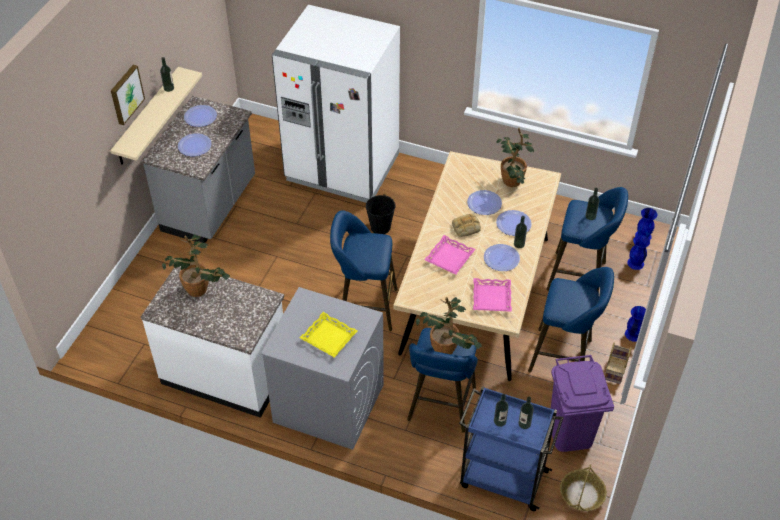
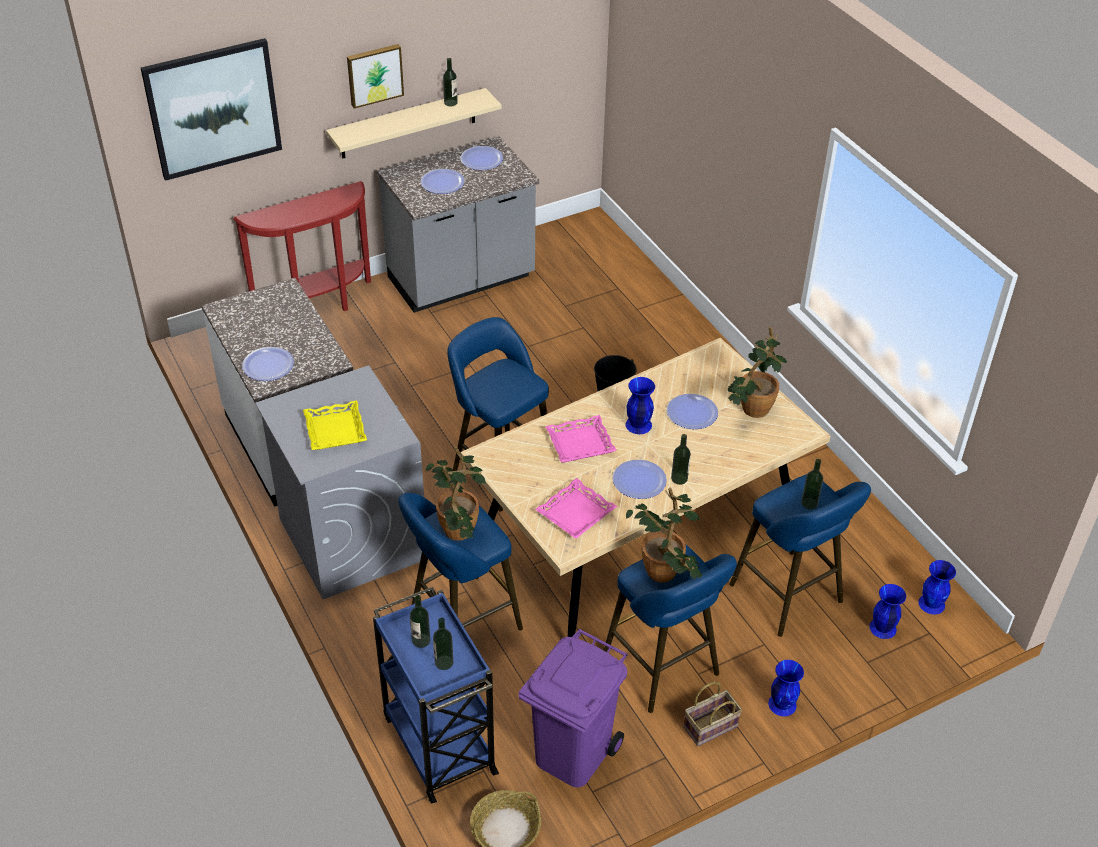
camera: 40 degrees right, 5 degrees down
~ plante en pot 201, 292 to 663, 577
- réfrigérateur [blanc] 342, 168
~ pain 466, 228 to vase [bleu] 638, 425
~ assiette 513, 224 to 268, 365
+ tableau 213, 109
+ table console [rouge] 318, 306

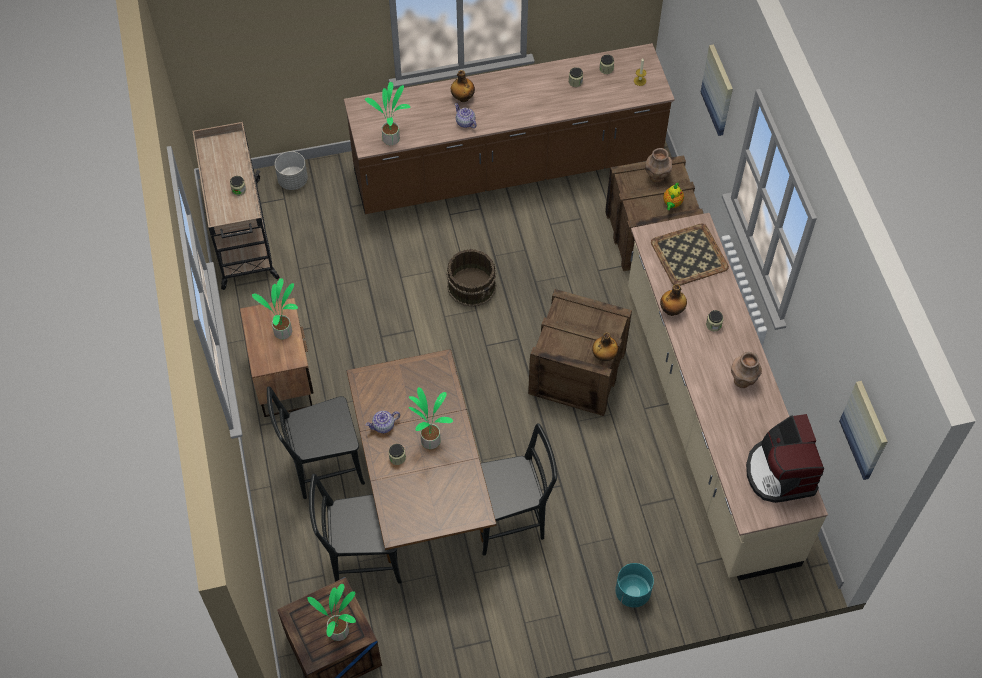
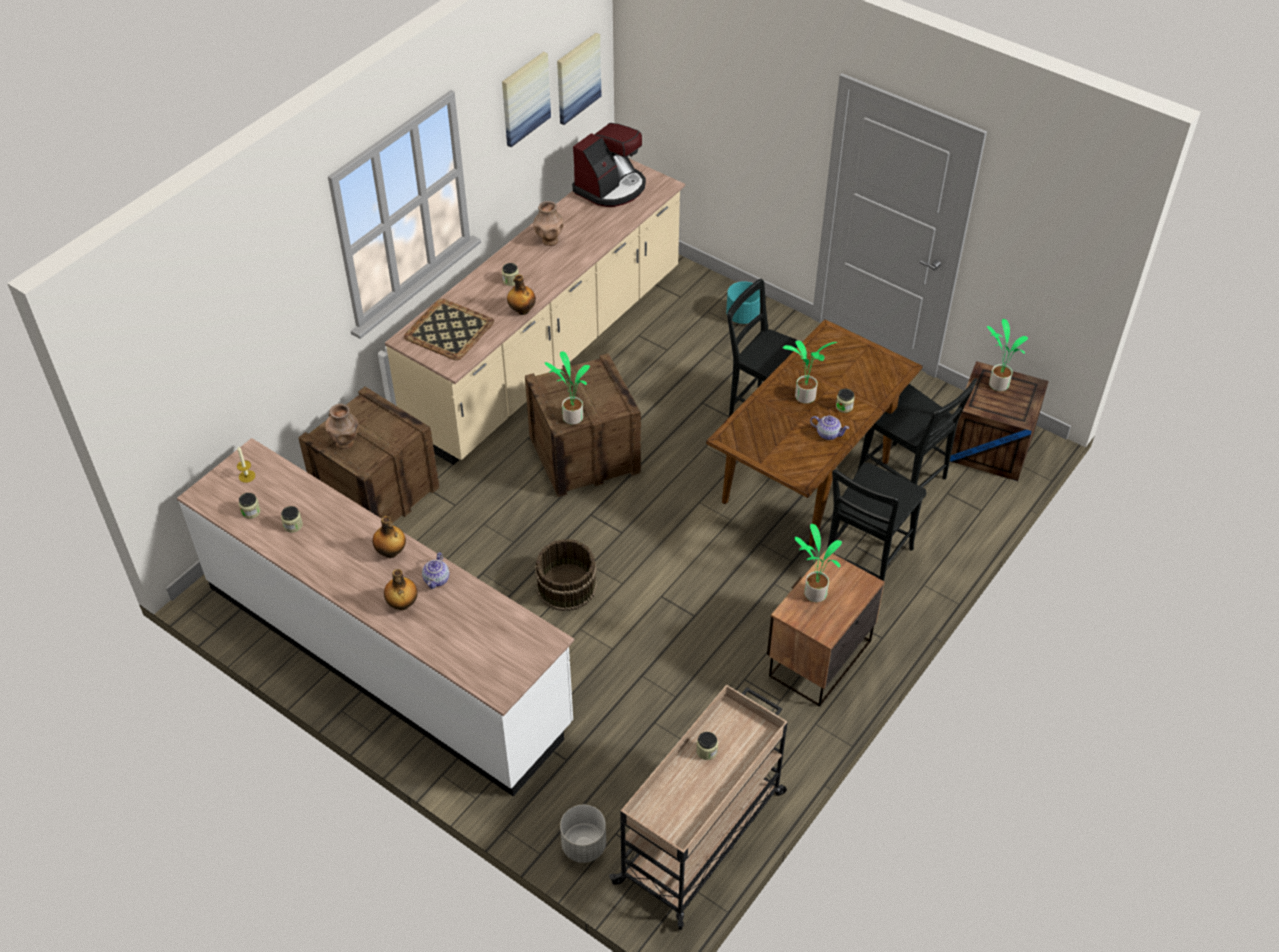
camera: 130 degrees left, 10 degrees down
~ chaise [noir] 323, 468 = 865, 561 90 degrees clockwise
~ comptoir de cuisine [marron] 508, 169 to comptoir de cuisine [blanc] 387, 654
~ plante en pot 392, 138 to 571, 417
~ bouteille 604, 356 to 391, 552
- théière 672, 204
~ tableau 718, 90 to 525, 98

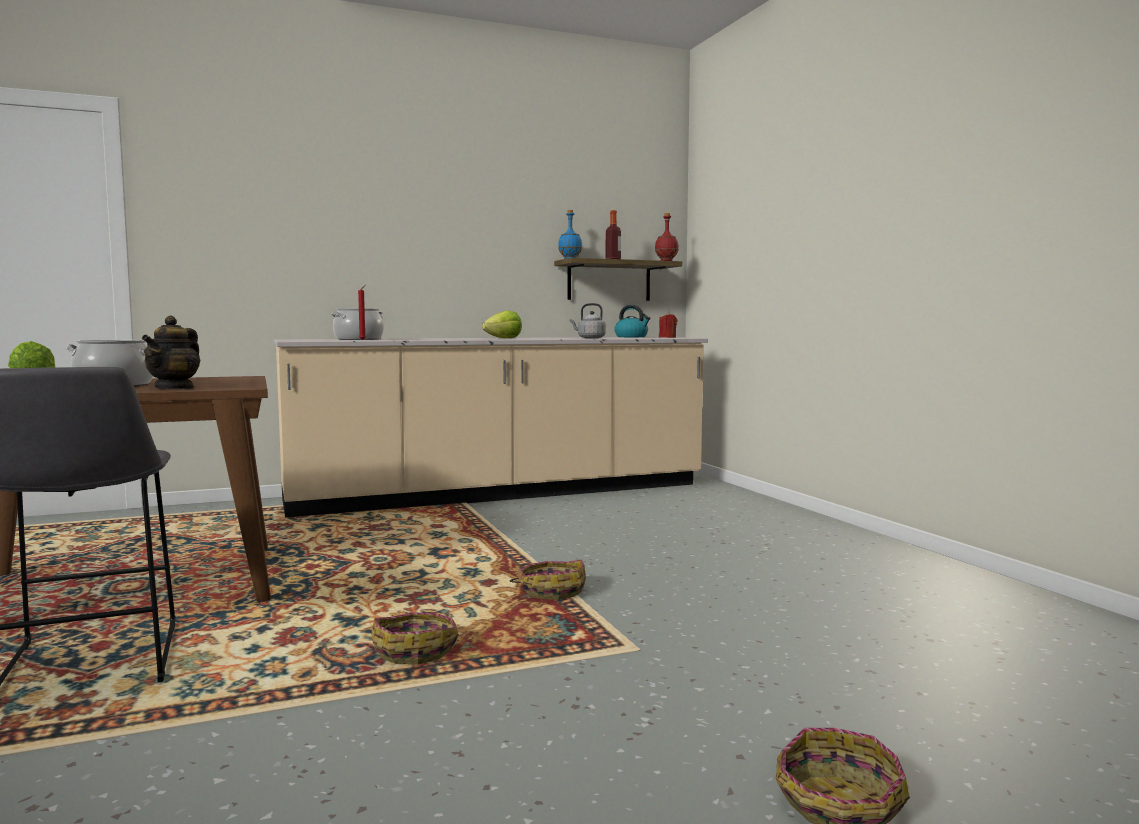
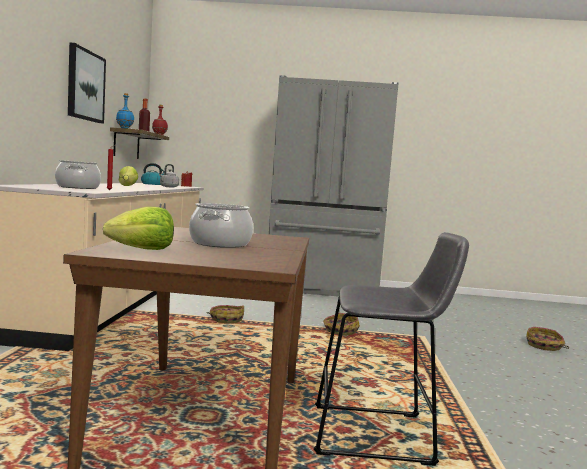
camera: 65 degrees left, 0 degrees up
- théière 175, 388
~ panier 416, 651 to 226, 319
+ tableau 85, 85
+ réfrigérateur [gris] 322, 289

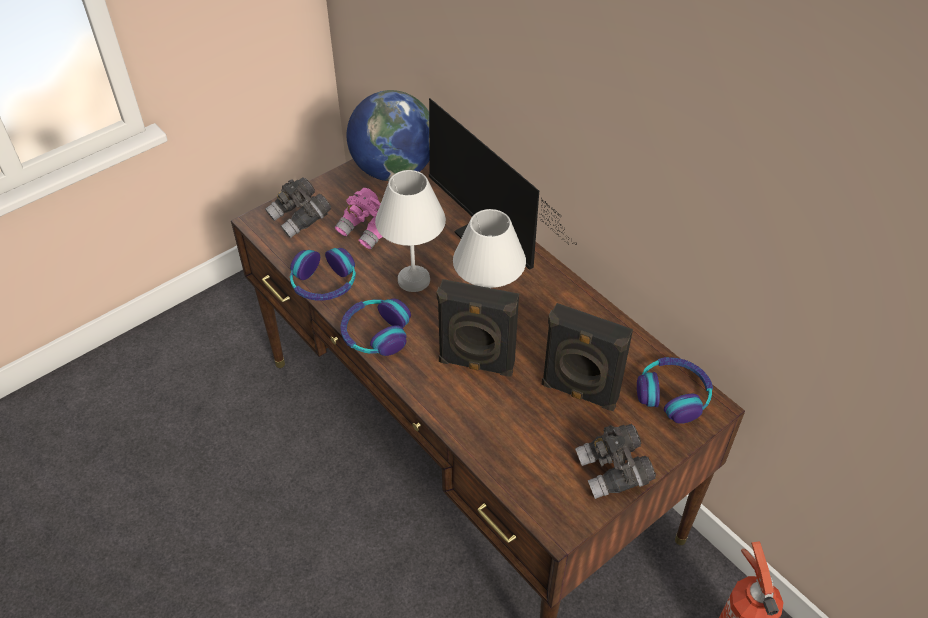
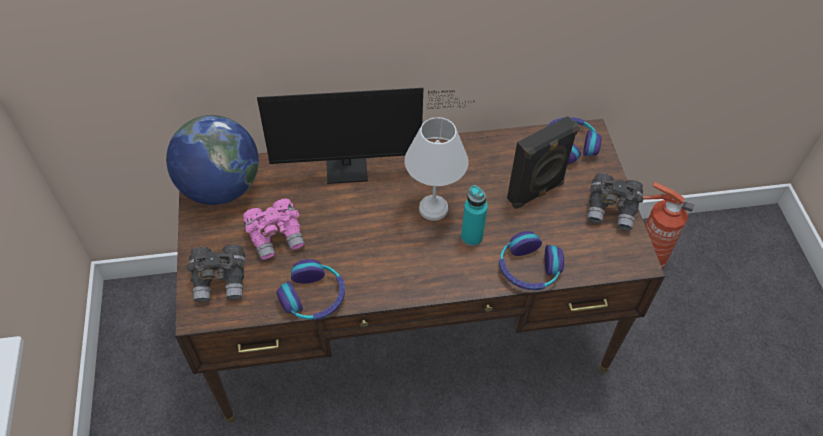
camera: 60 degrees left, 5 degrees up
~ casque audio 375, 334 to 528, 268
- lampe de table [blanc] 412, 279
~ enceinte [noir] 476, 364 to bouteille [turquoise] 471, 237

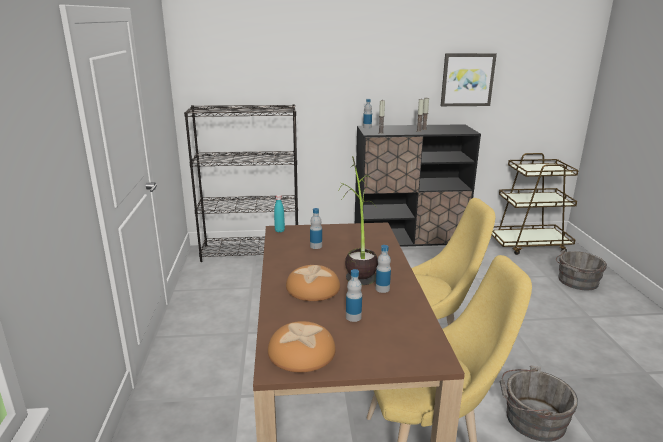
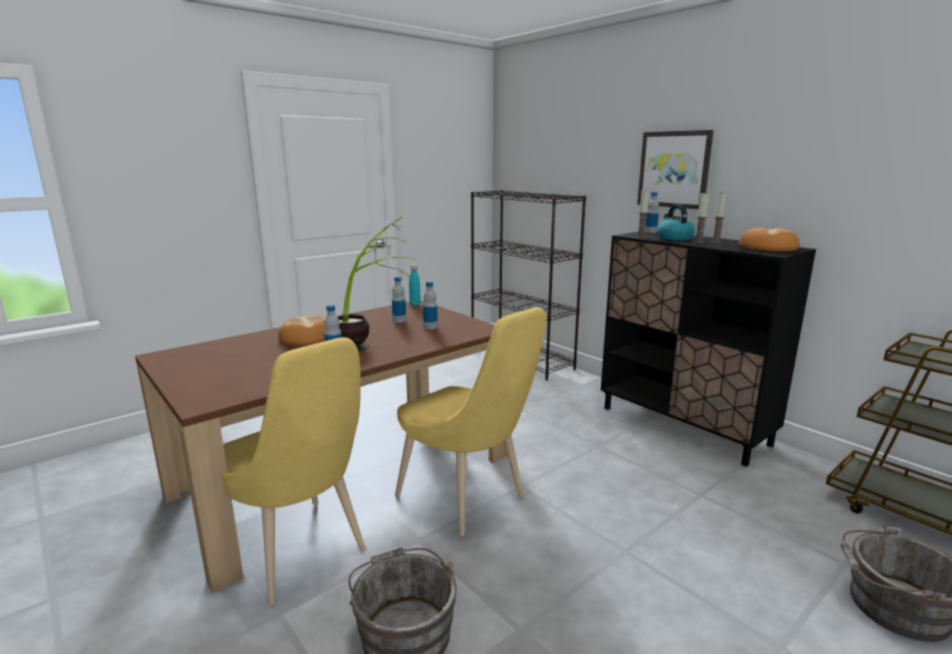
camera: 55 degrees right, 5 degrees down
~ pain 301, 352 to 767, 247
~ bouteille 353, 317 to 430, 327
~ tableau 467, 80 to 674, 169
+ bouilloire 674, 238

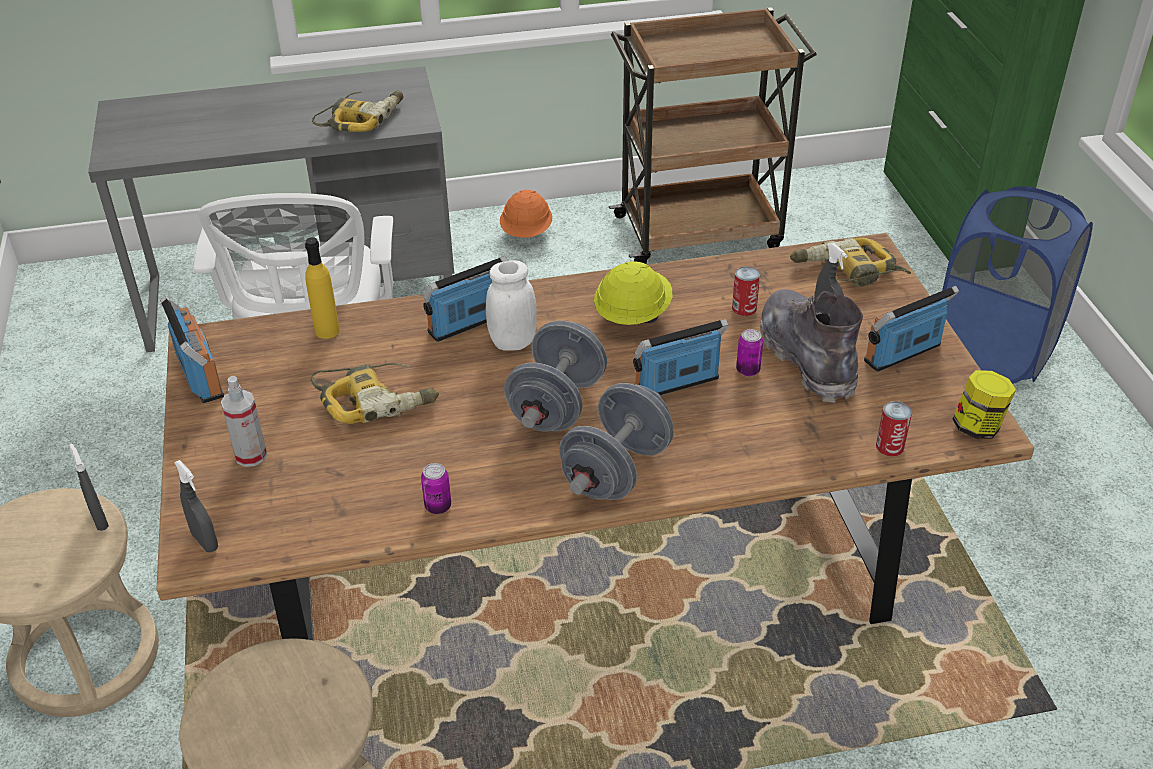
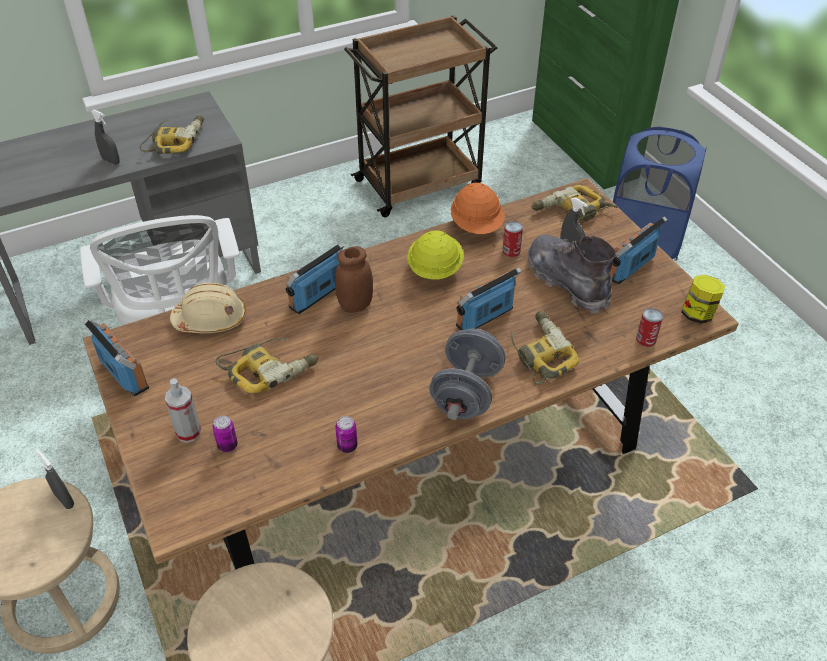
camera: 15 degrees left, 5 degrees up
~ vaporisateur [gris] 205, 541 to 111, 161
~ bouteille [jaune] 327, 331 to casque de chantier [beige] 211, 319
~ bocal [blanc] 513, 342 to bocal [marron] 355, 305
~ casque de chantier [orange] 527, 233 to 477, 226
- haltère [gris] 557, 405
~ boîte métallique 747, 370 to 227, 445
+ perceuse 539, 353

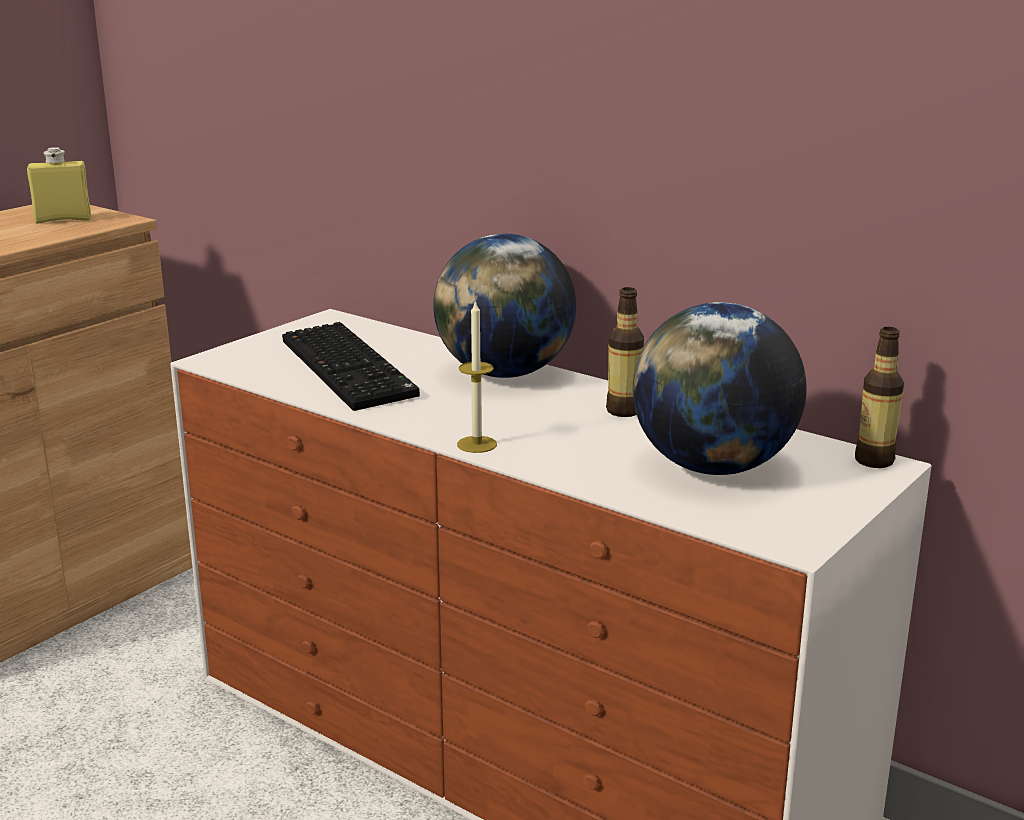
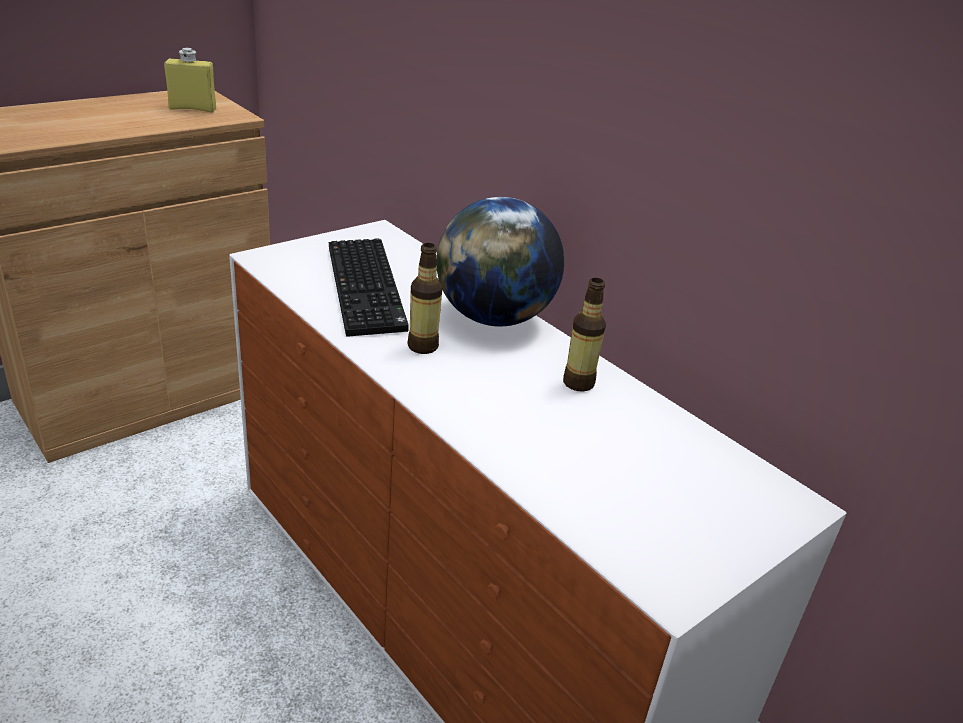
camera: 10 degrees right, 10 degrees up
- bougie 477, 444
- globe 713, 467
~ bouteille 874, 461 to 422, 346

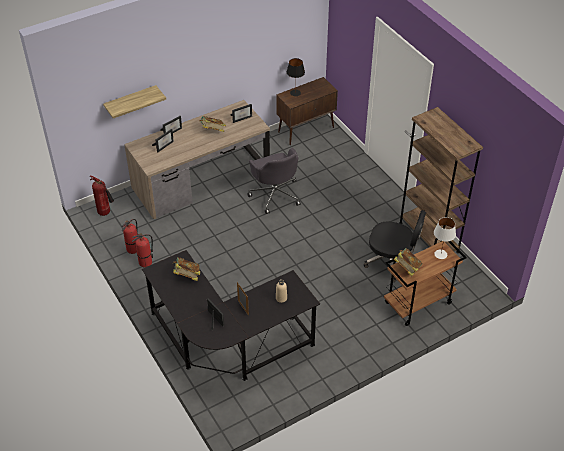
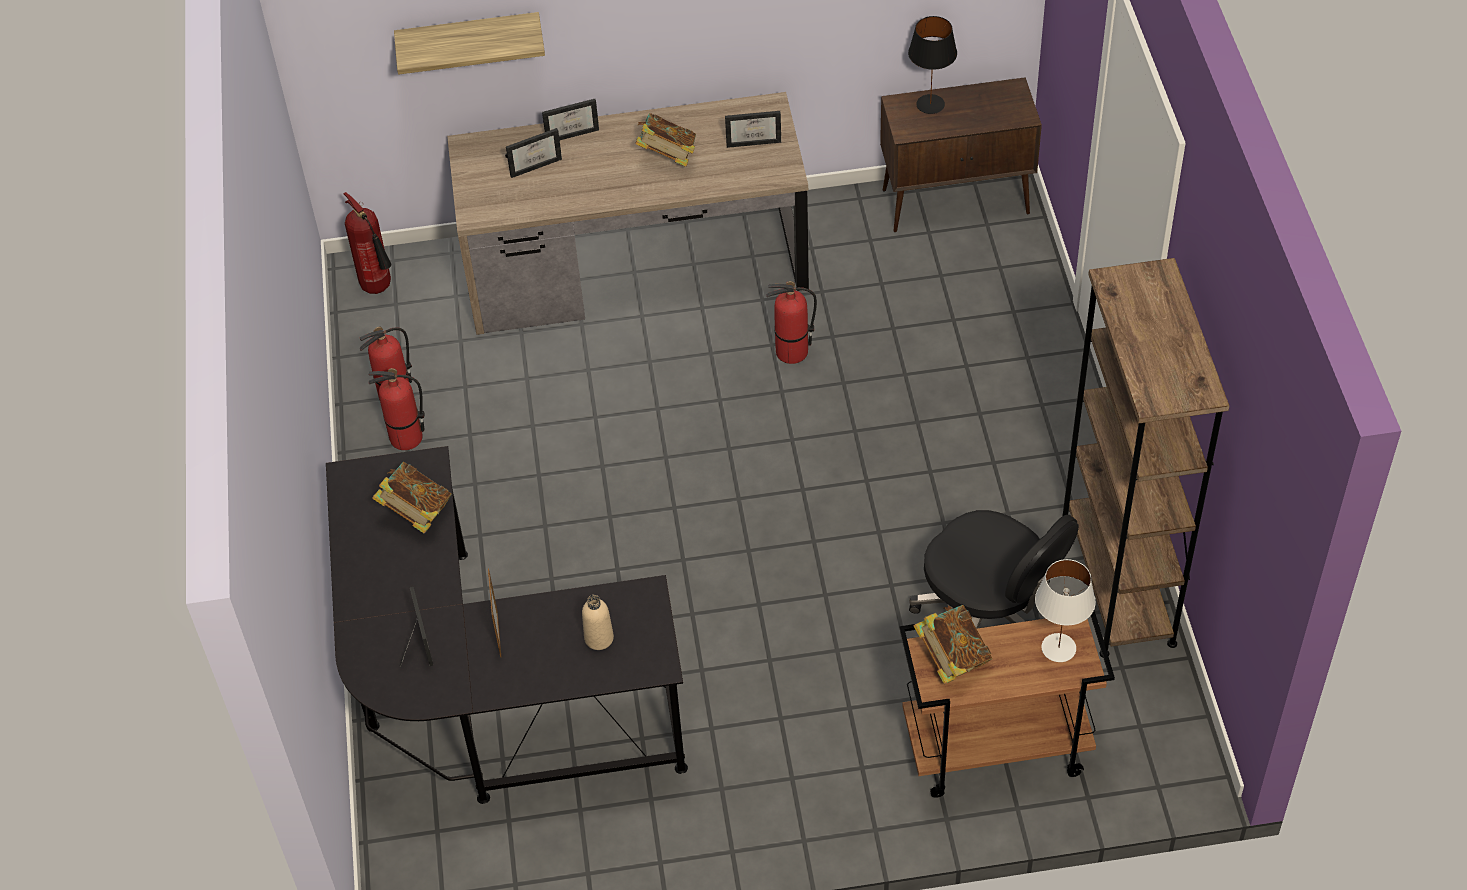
camera: 25 degrees right, 5 degrees up
~ chaise de bureau [gris] 275, 194 to extincteur 791, 352

